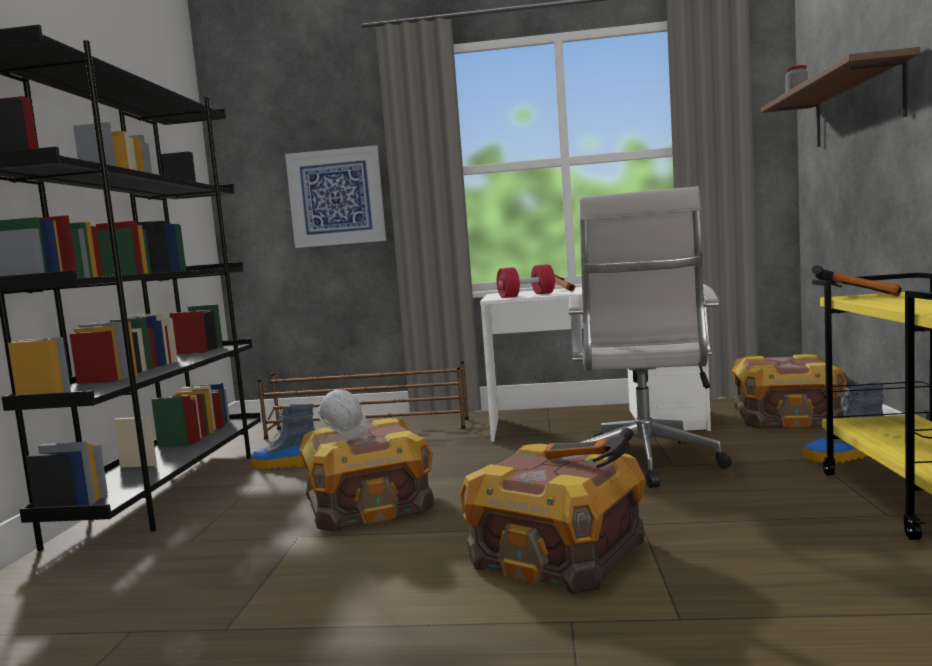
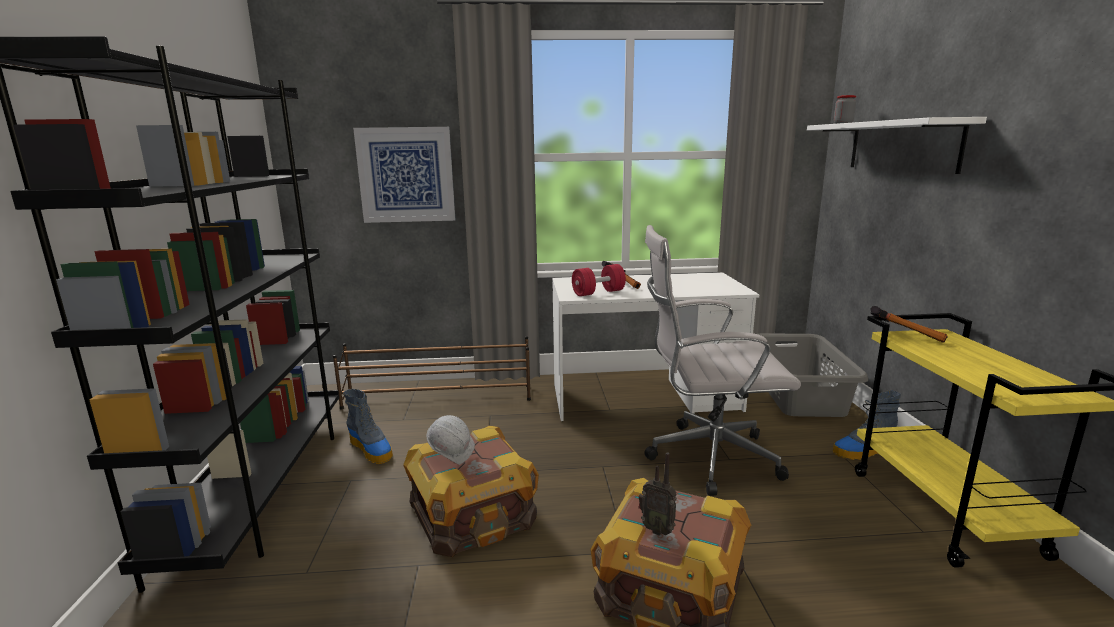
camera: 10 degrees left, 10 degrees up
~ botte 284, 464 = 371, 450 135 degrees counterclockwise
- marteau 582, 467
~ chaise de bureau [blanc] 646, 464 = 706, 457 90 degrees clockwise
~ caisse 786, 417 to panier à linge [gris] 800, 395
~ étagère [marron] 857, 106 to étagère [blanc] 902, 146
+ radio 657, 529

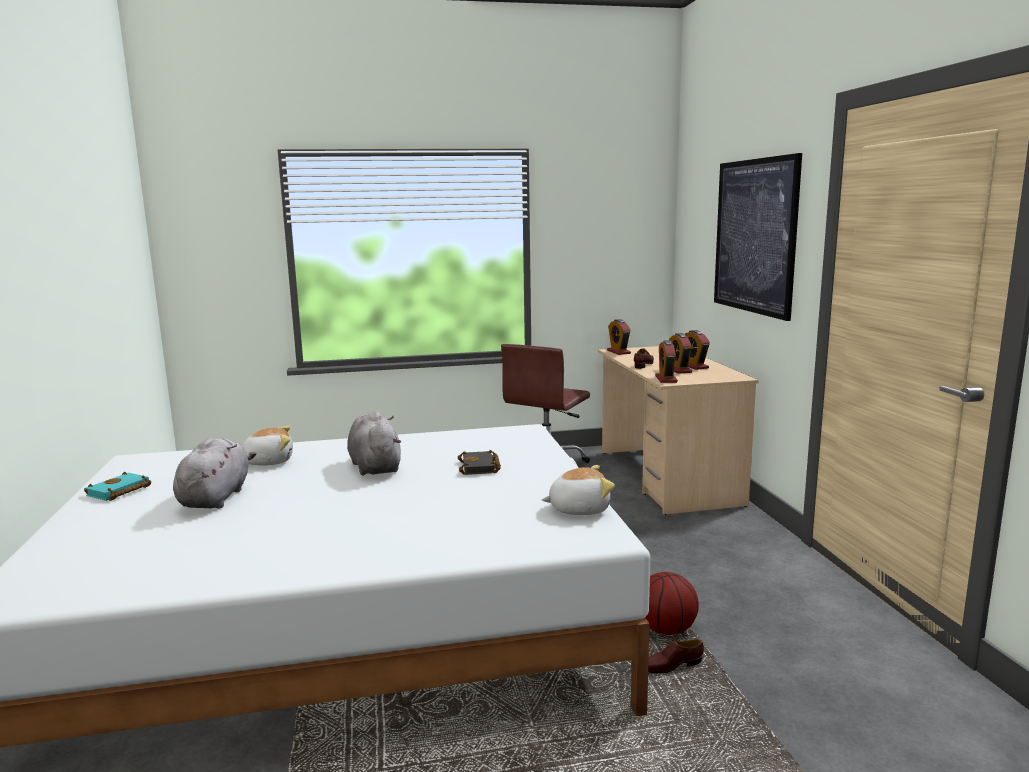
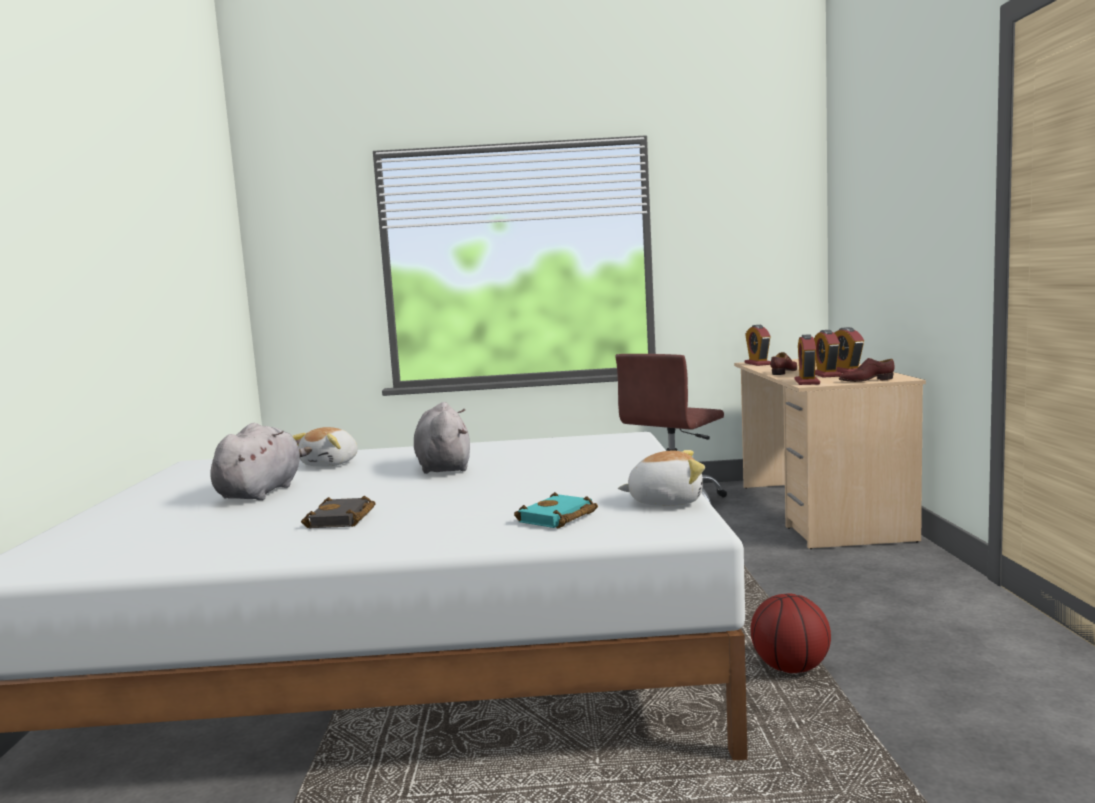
camera: 10 degrees right, 5 degrees down
~ livre [turquoise] 119, 492 to 558, 518
~ peluche 268, 461 = 331, 464 120 degrees clockwise
~ livre [noir] 480, 467 to 342, 519
~ chaussure [marron] 671, 666 to 866, 380
- tableau 754, 236

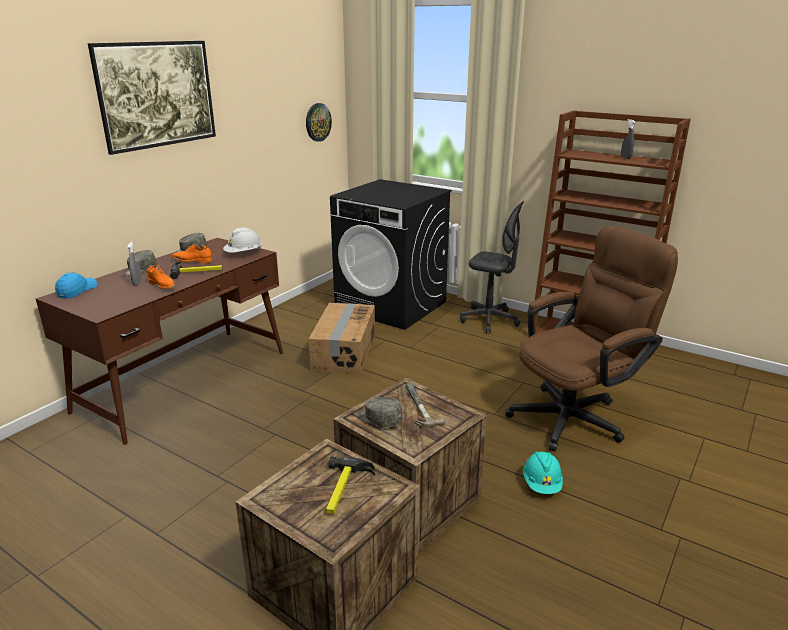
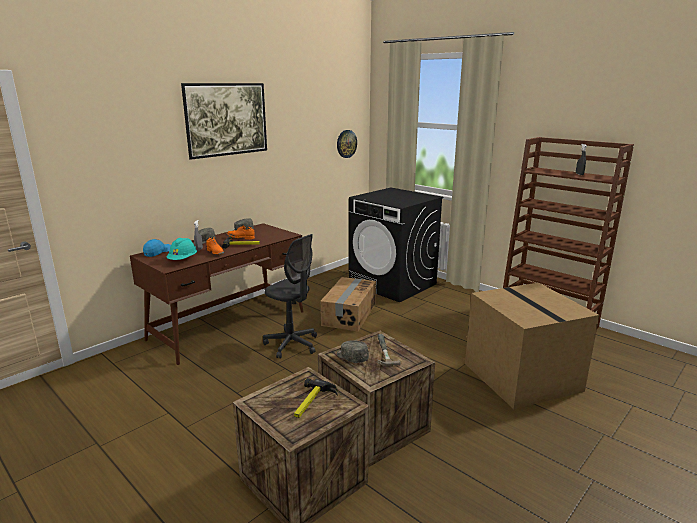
camera: 10 degrees right, 5 degrees down
- casque de chantier [blanc] 243, 254
~ chaise de bureau [gris] 489, 320 to 292, 344
~ chaise de bureau [marron] 576, 415 to carton 524, 377
~ casque de chantier [turquoise] 542, 484 to 183, 260

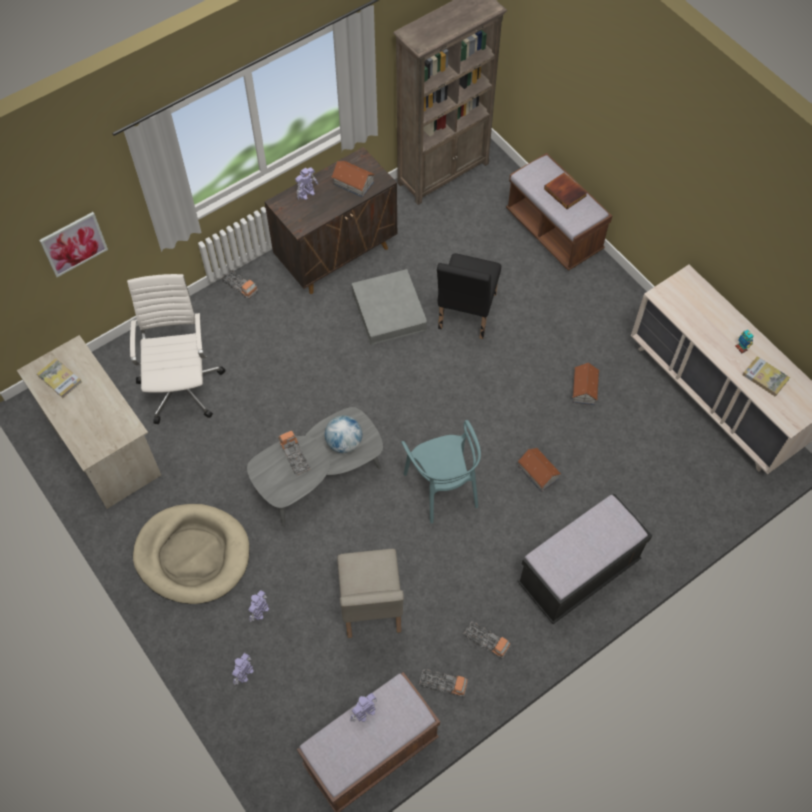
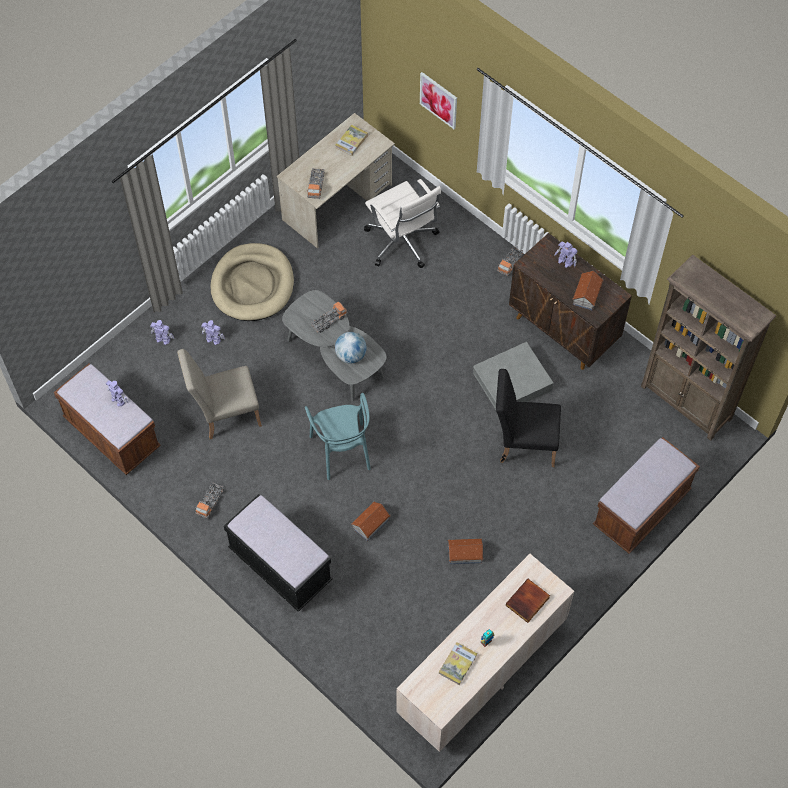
camera: 80 degrees right, 0 degrees up
~ chaise de bureau [blanc] 182, 385 = 402, 243 75 degrees clockwise
~ chaise [turquoise] 442, 488 = 342, 451 75 degrees counterclockwise
~ camion jouet 443, 684 to 316, 185
~ livre 566, 192 to 528, 602

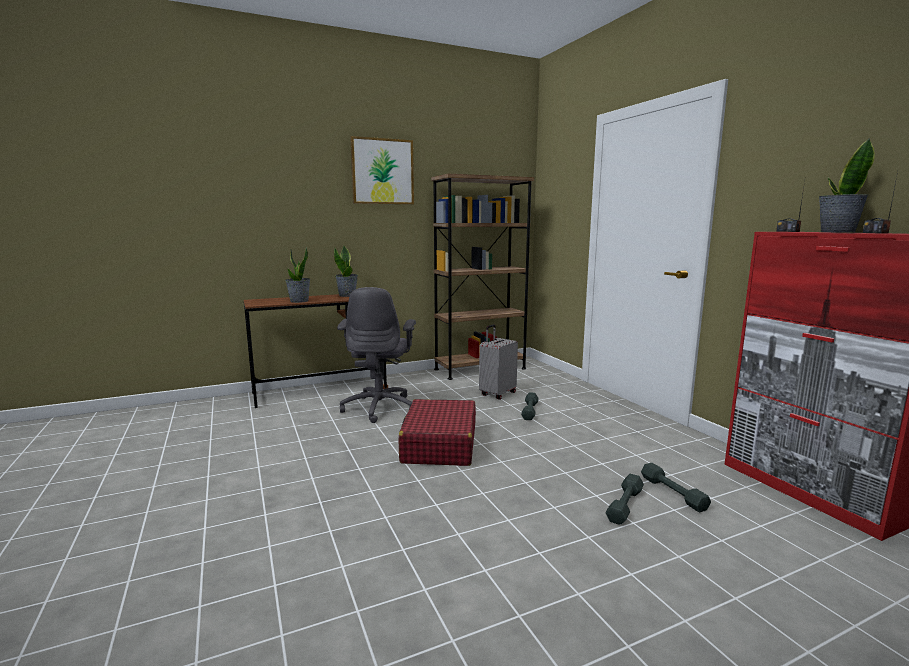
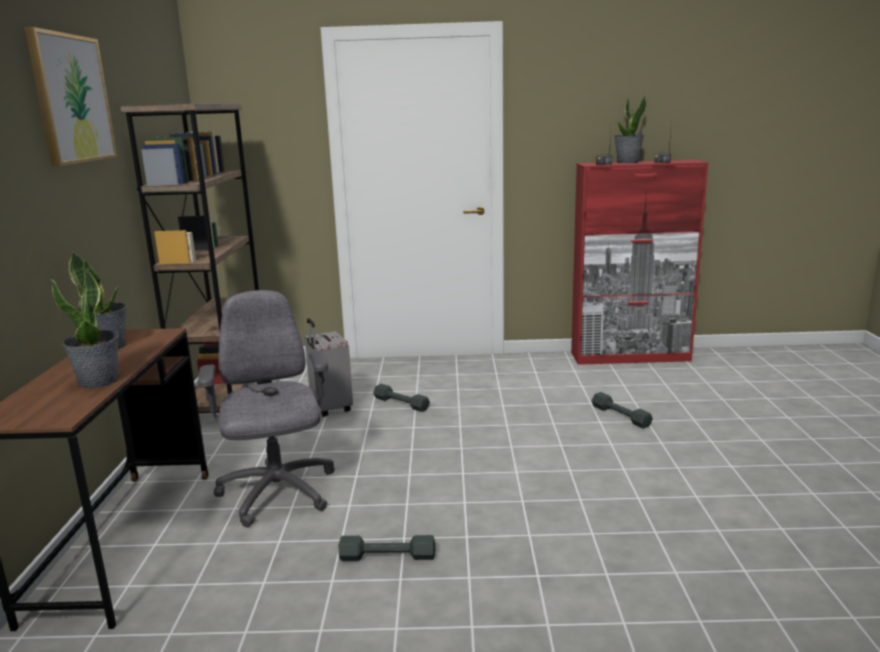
camera: 65 degrees left, 5 degrees up
~ chaise de bureau [gris] 380, 407 = 277, 494 135 degrees counterclockwise
- valise [rouge] 439, 445
~ haltère [gris] 673, 493 to 387, 556

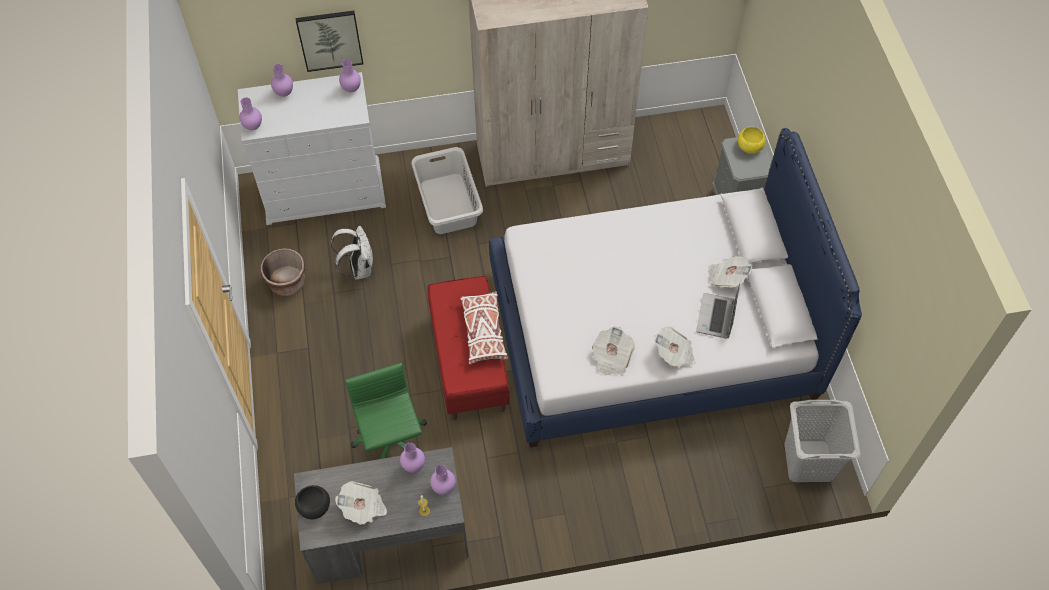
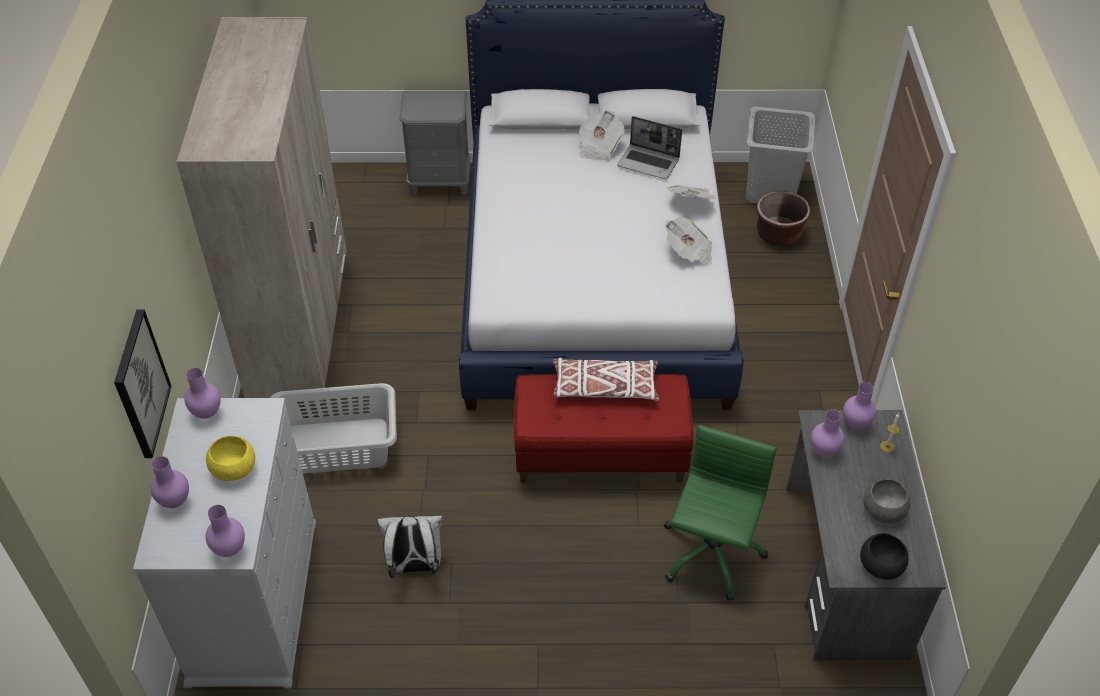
camera: 80 degrees left, 10 degrees down
~ cache-pot [marron] 287, 282 to 778, 234
~ journal 363, 508 to bol [gris] 883, 510
~ chaise de bureau [vert] 392, 444 = 710, 553 120 degrees clockwise
~ bol [jaune] 750, 146 to 234, 468

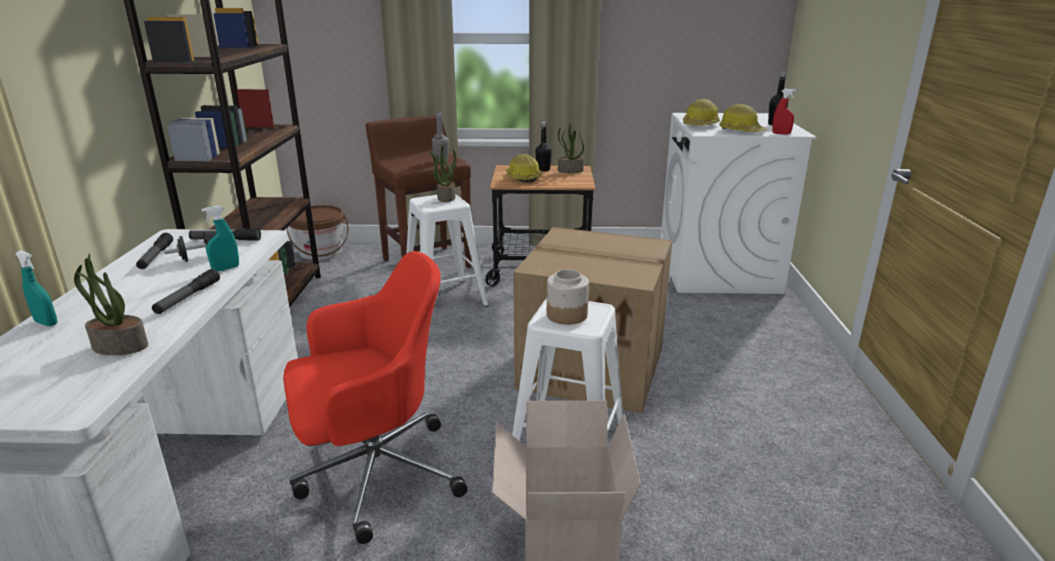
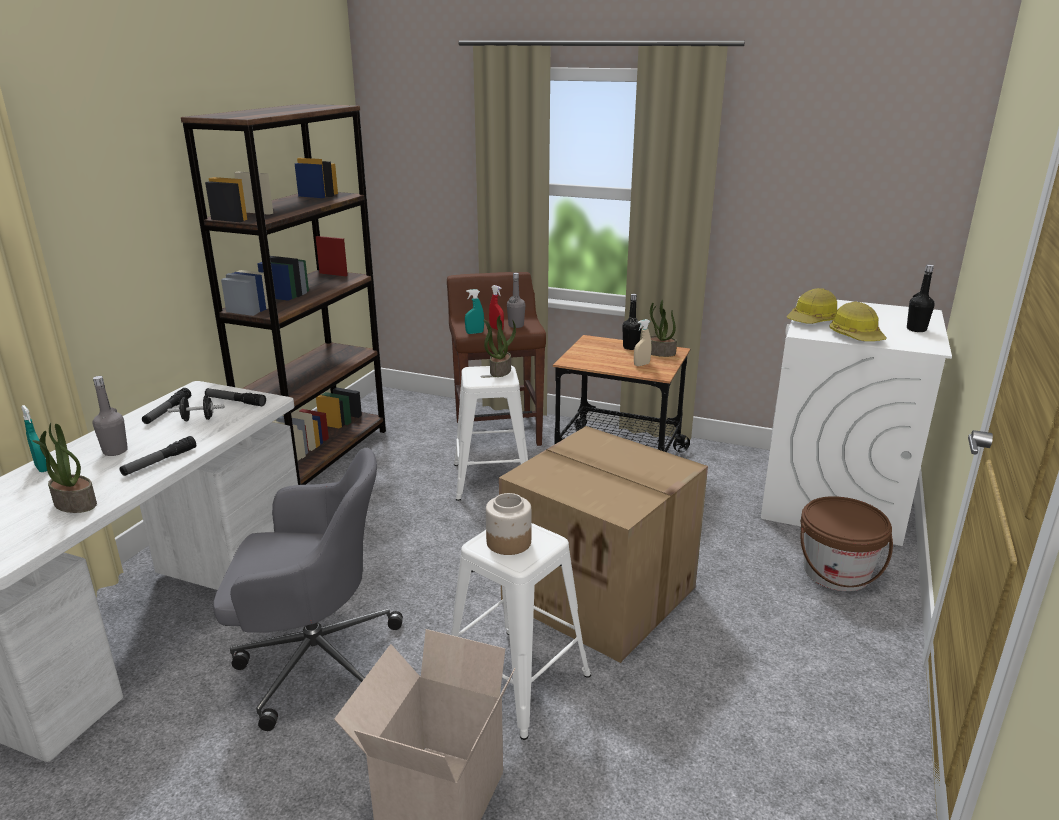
camera: 20 degrees right, 0 degrees up
~ vaporisateur [turquoise] 226, 269 to 474, 333
~ chaise de bureau [rouge] 375, 474 to chaise de bureau [gris] 315, 661
~ seau [marron] 321, 252 to 836, 572
- casque de chantier 522, 178
~ vaporisateur [rouge] 781, 133 to 496, 328
+ bouteille [gris] 115, 451
+ vaporisateur [beige] 641, 364

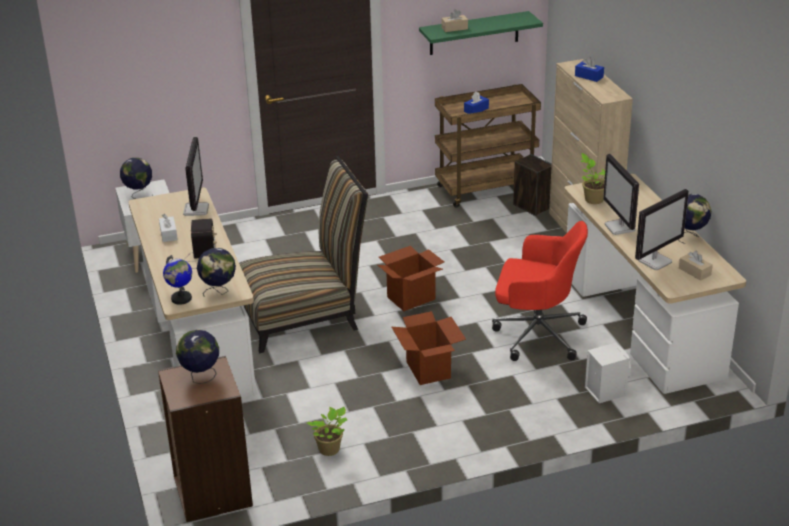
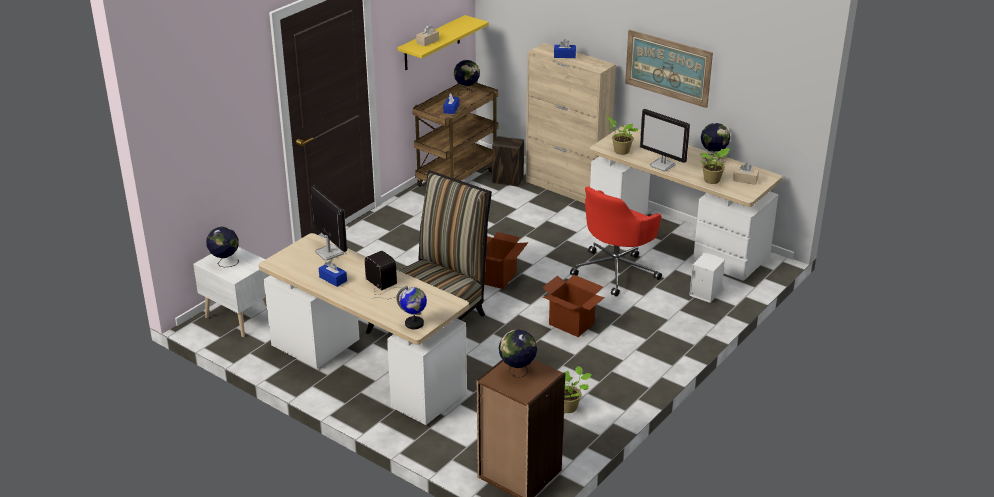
camera: 35 degrees left, 0 degrees up
~ boîte à mouchoirs [blanc] 168, 234 to boîte à mouchoirs [bleu] 333, 279
~ globe 219, 291 to 467, 91
~ étagère [vert] 474, 33 to étagère [jaune] 432, 43
~ chaise de bureau [rouge] 536, 334 = 616, 271 150 degrees clockwise
~ écran d'ordinateur 655, 261 to plante en pot 712, 181
+ tableau 668, 68

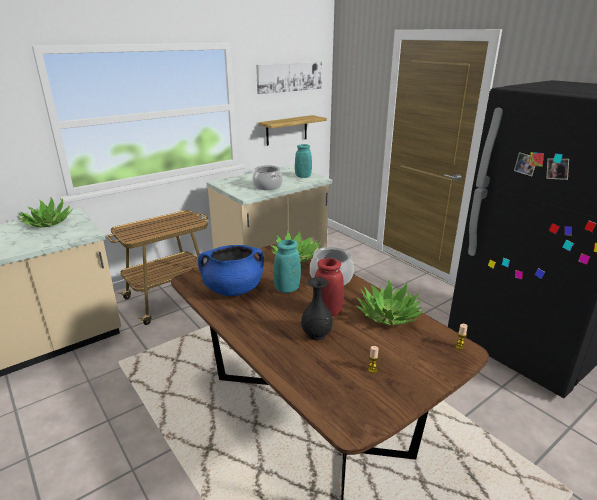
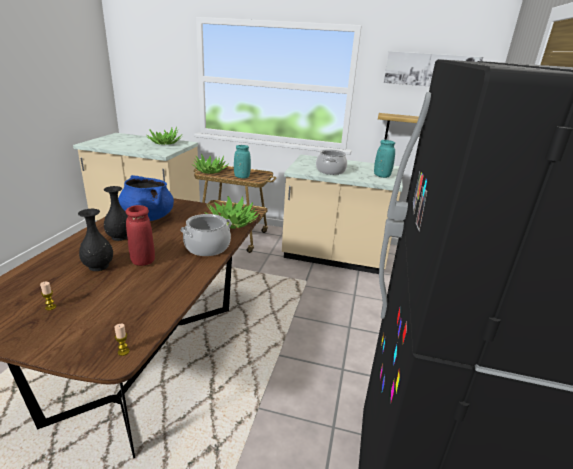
camera: 50 degrees right, 0 degrees up
~ vase [turquoise] 287, 289 to 242, 177
~ plante en pot 388, 315 to 210, 171
+ vase [noir] 120, 237

